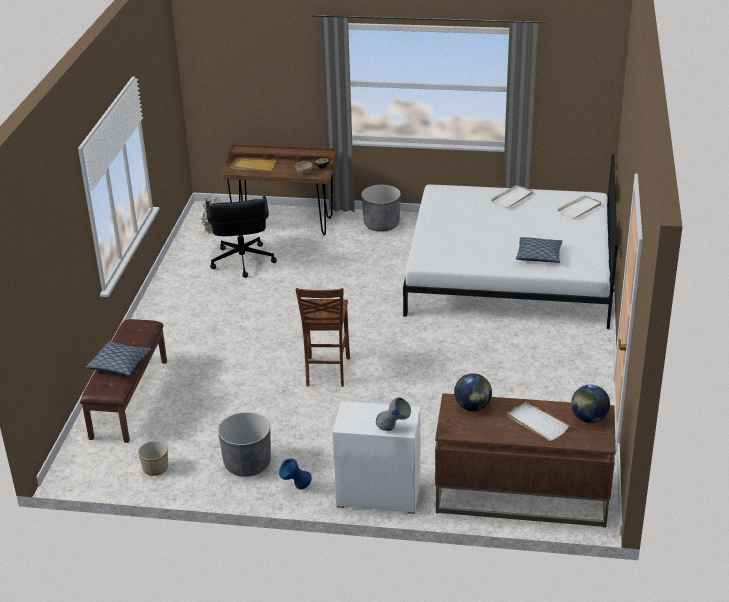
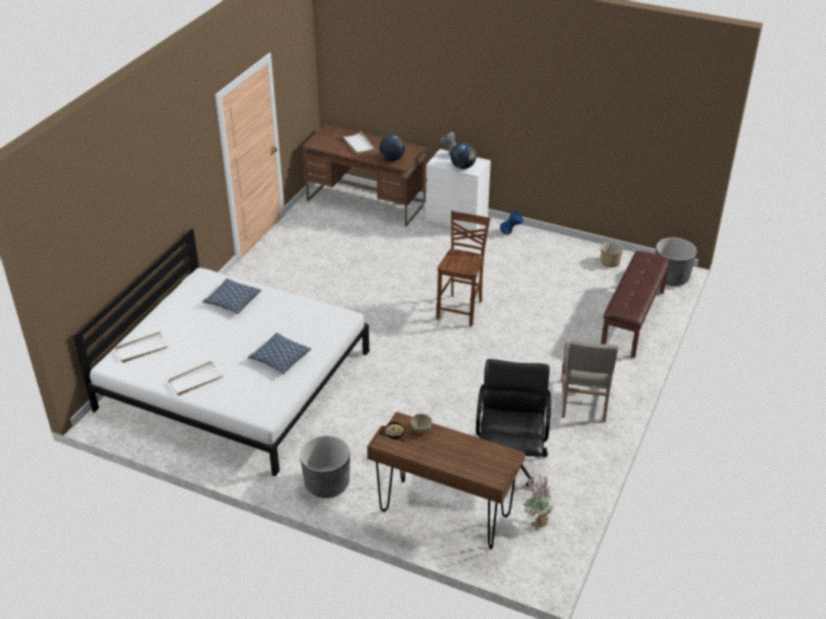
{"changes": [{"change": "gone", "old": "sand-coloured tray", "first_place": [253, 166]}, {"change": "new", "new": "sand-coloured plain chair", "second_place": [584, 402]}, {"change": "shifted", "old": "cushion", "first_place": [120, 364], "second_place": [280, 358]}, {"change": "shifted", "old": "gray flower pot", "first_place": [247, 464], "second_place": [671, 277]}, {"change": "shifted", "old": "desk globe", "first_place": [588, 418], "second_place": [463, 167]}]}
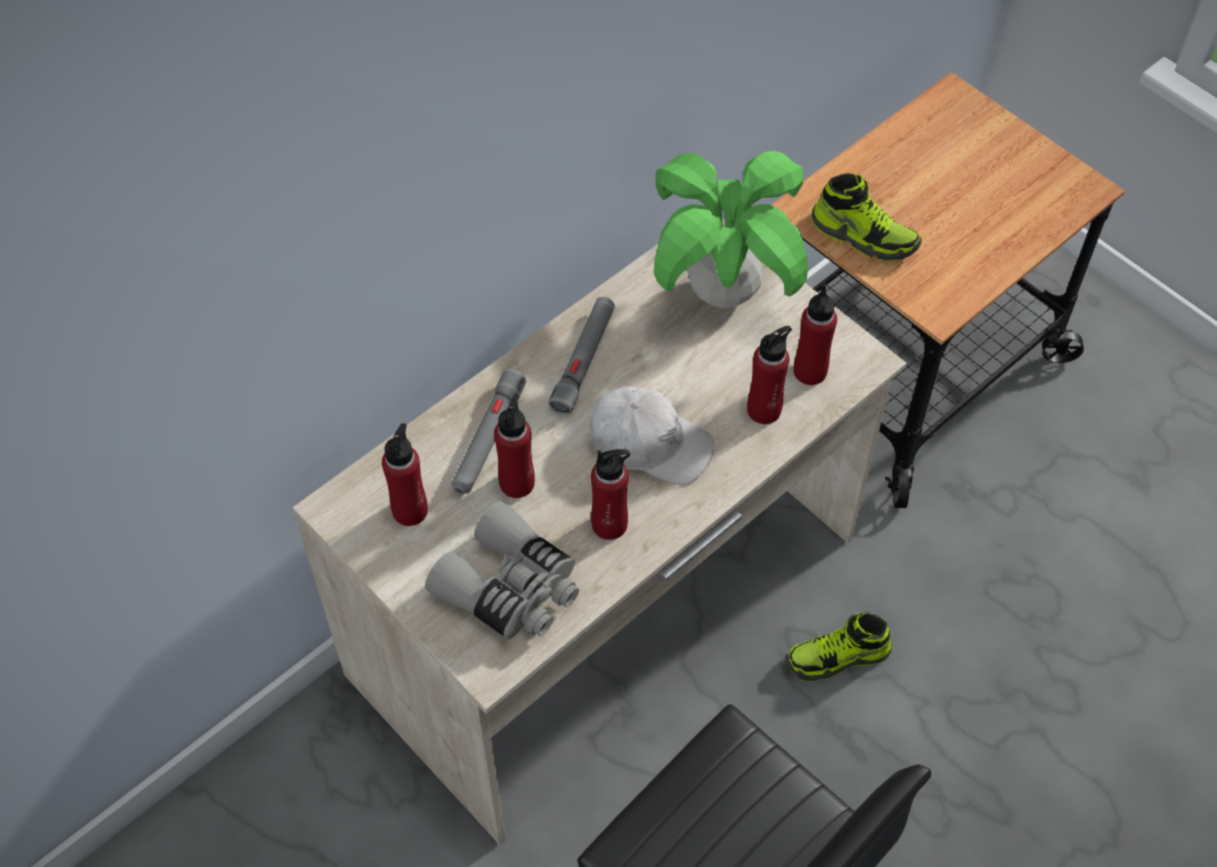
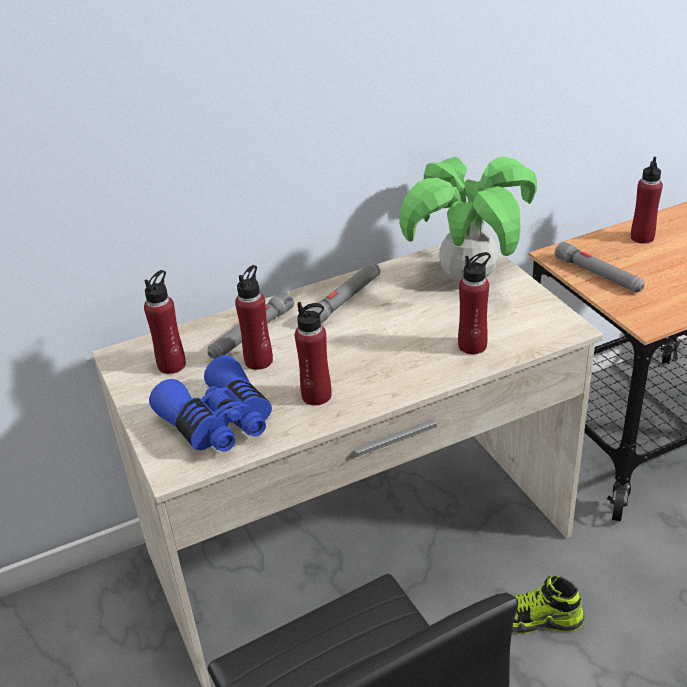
{"changes": [{"change": "gone", "old": "whitish peaked cap", "first_place": [649, 443]}, {"change": "shifted", "old": "reddish beverage bottle", "first_place": [810, 371], "second_place": [642, 237]}, {"change": "swapped", "old": "shoe", "new": "gray flashlight", "first_place": [864, 236], "second_place": [598, 275]}, {"change": "repainted", "old": "gray binoculars", "new": "blue binoculars", "first_place": [511, 588], "second_place": [219, 422]}]}
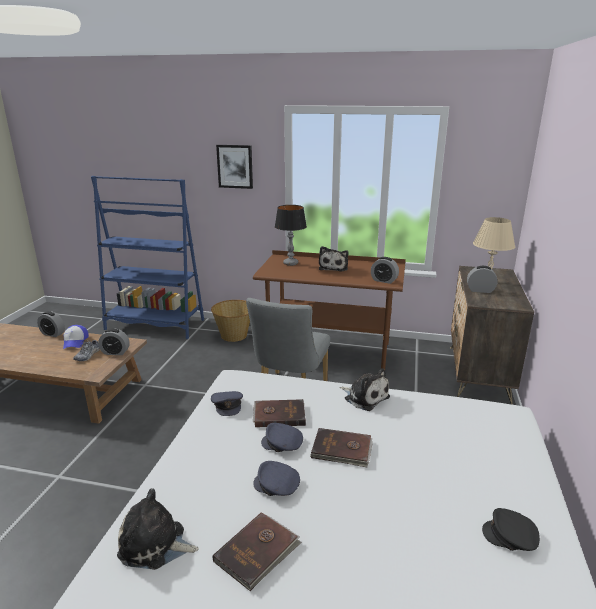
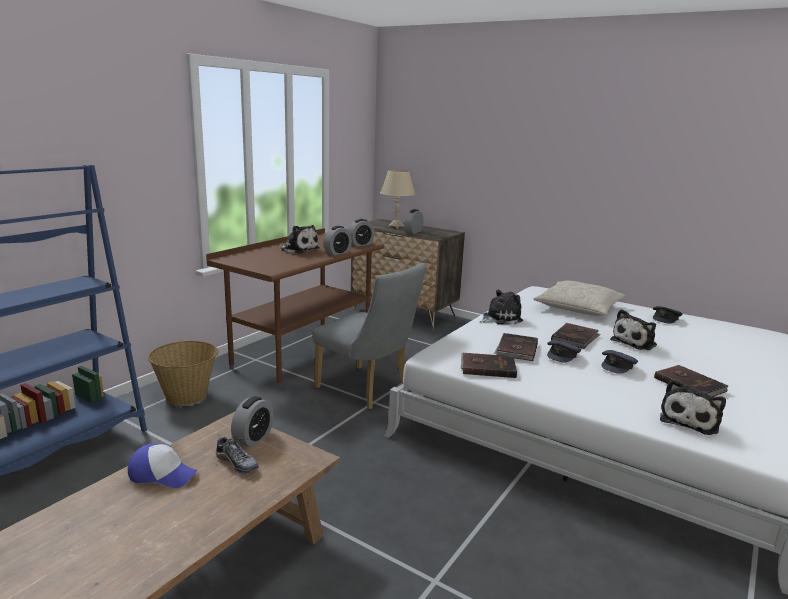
{"changes": [{"change": "gone", "old": "wall picture", "first_place": [235, 166]}, {"change": "gone", "old": "tabletop lamp", "first_place": [290, 263]}, {"change": "new", "new": "sand-coloured cushion", "second_place": [578, 308]}, {"change": "new", "new": "cuddly toy", "second_place": [635, 342]}, {"change": "shifted", "old": "table clock", "first_place": [53, 334], "second_place": [337, 253]}, {"change": "swapped", "old": "gray peaked cap", "new": "brown-coloured book", "first_place": [227, 405], "second_place": [487, 367]}]}
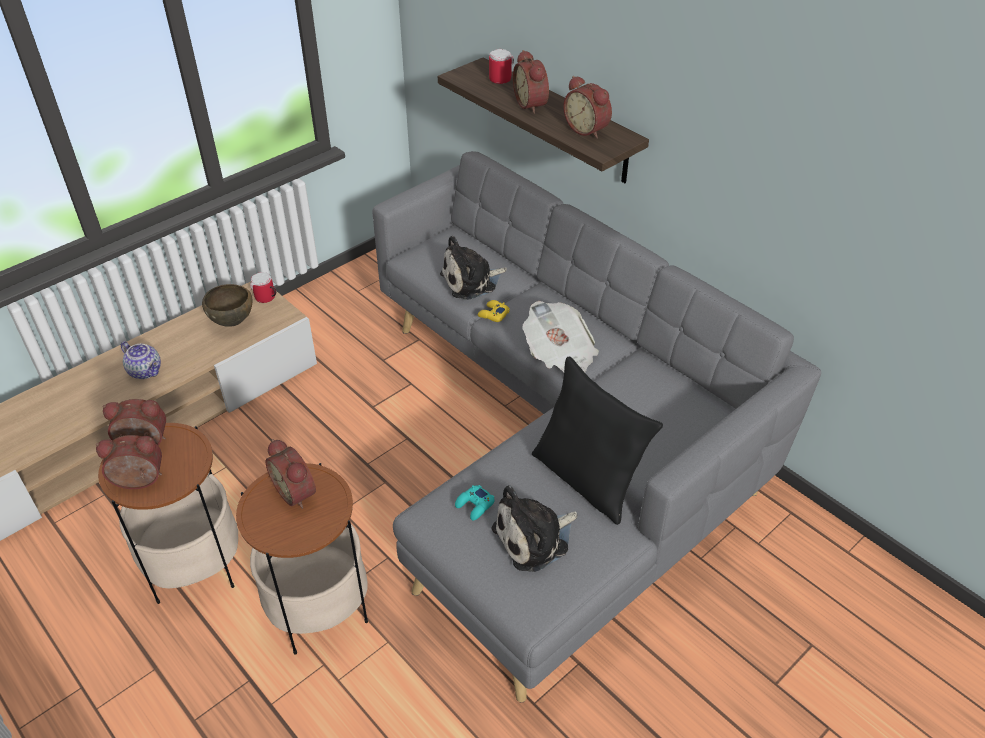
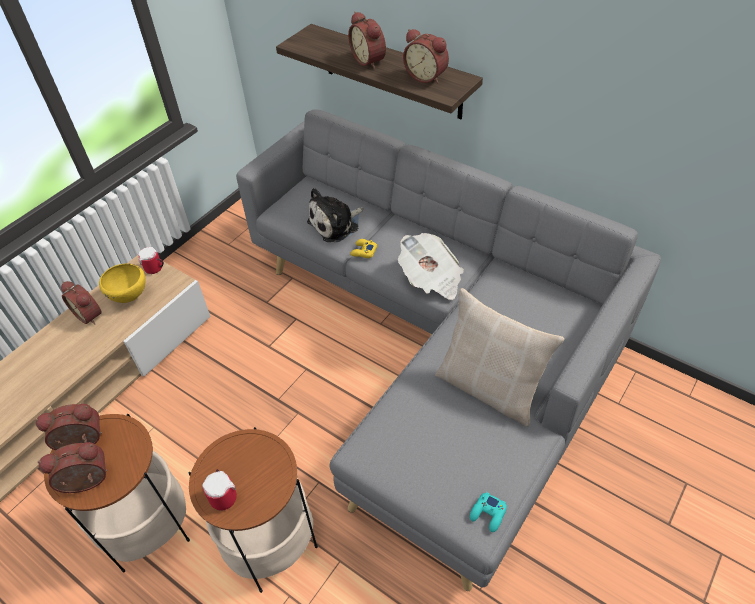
{"changes": [{"change": "gone", "old": "tea pot", "first_place": [146, 371]}, {"change": "gone", "old": "cuddly toy", "first_place": [535, 538]}, {"change": "shifted", "old": "table clock", "first_place": [297, 491], "second_place": [90, 314]}, {"change": "shifted", "old": "turquoise game controller", "first_place": [475, 505], "second_place": [488, 514]}, {"change": "shifted", "old": "coffee mug", "first_place": [501, 77], "second_place": [224, 494]}, {"change": "repainted", "old": "brown-coloured bowl", "new": "yellow bowl", "first_place": [233, 322], "second_place": [130, 297]}, {"change": "repainted", "old": "blackish cushion", "new": "sand-coloured cushion", "first_place": [587, 478], "second_place": [489, 388]}]}
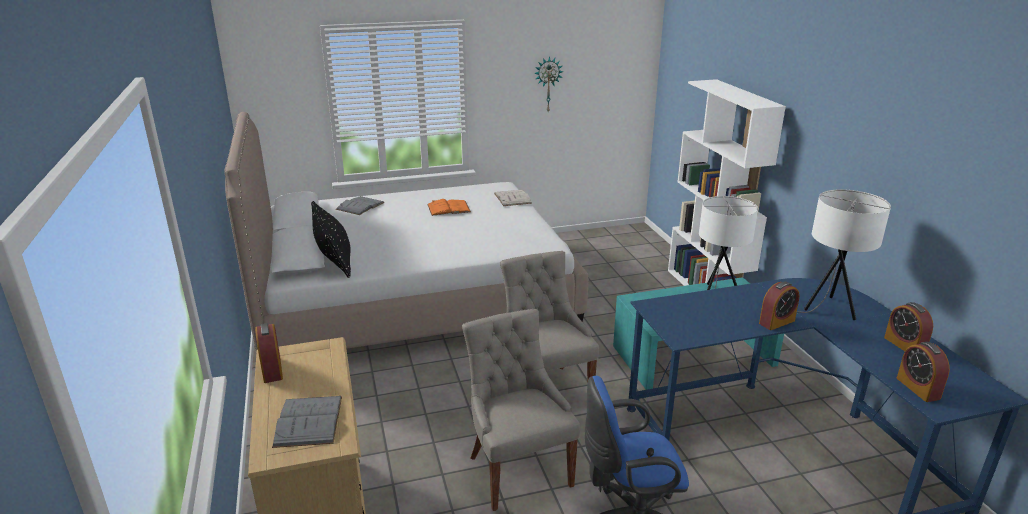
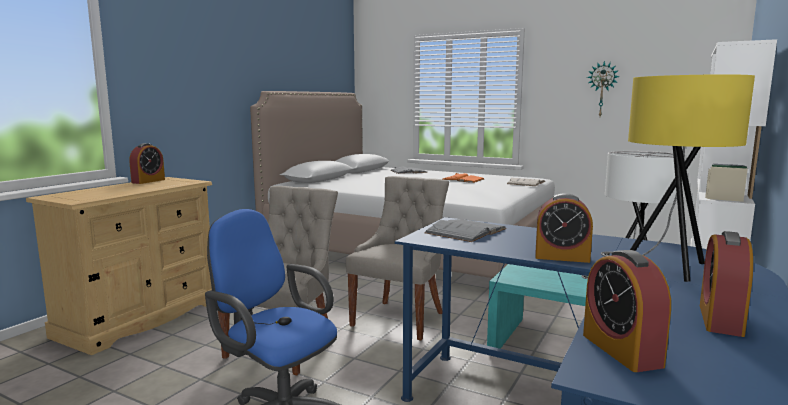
{"changes": [{"change": "gone", "old": "blackish cushion", "first_place": [334, 259]}, {"change": "shifted", "old": "gray book", "first_place": [308, 421], "second_place": [466, 231]}, {"change": "repainted", "old": "whitish tabletop lamp", "new": "yellow tabletop lamp", "first_place": [826, 309], "second_place": [665, 268]}, {"change": "rotated", "old": "table clock", "first_place": [918, 388], "second_place": [621, 350], "degrees": -45}]}
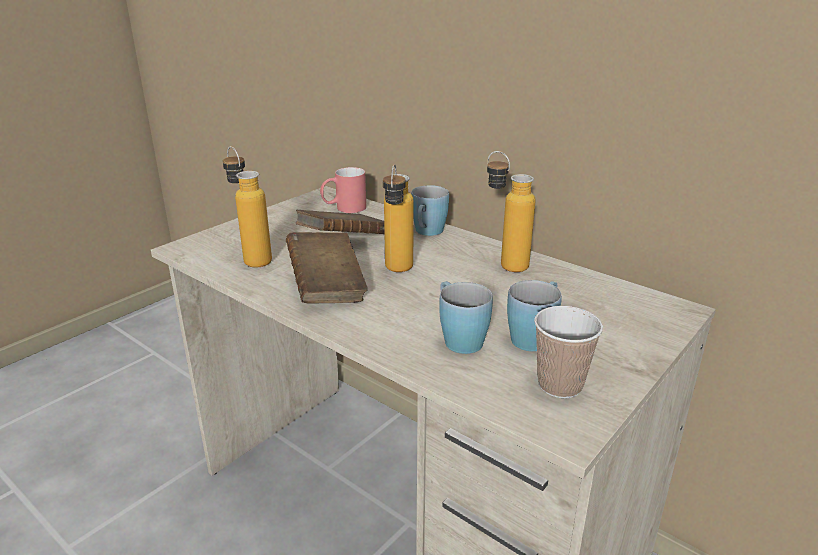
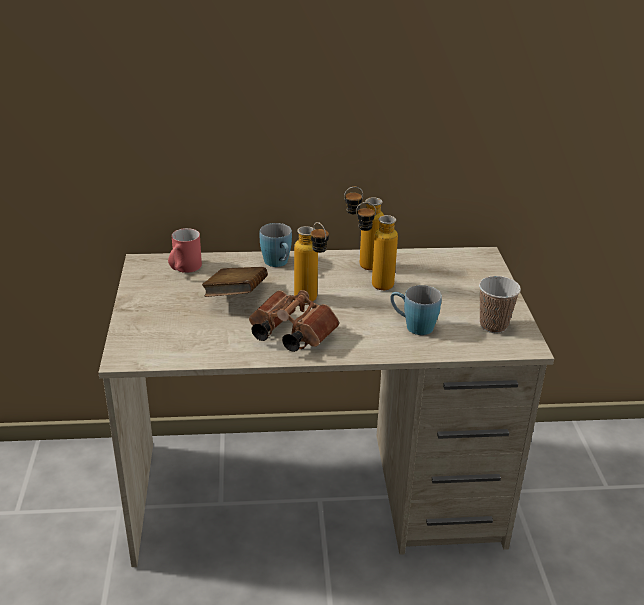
{"changes": [{"change": "gone", "old": "blue coffee mug", "first_place": [534, 336]}, {"change": "shifted", "old": "beverage bottle", "first_place": [252, 258], "second_place": [373, 285]}, {"change": "swapped", "old": "brown-coloured book", "new": "brown-coloured binoculars", "first_place": [327, 288], "second_place": [289, 334]}]}
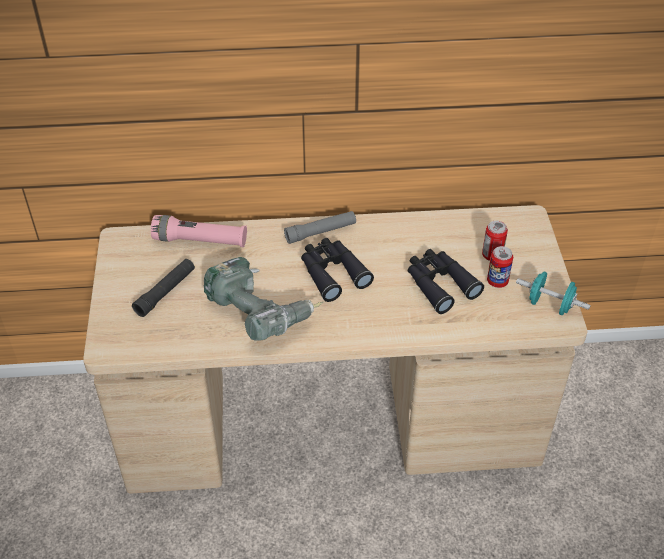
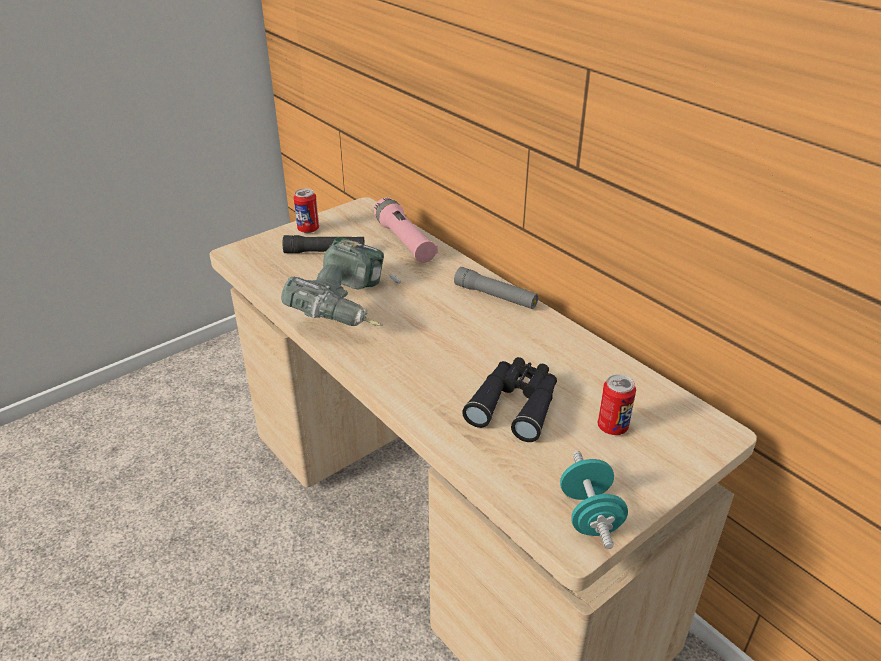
{"changes": [{"change": "gone", "old": "blackish binoculars", "first_place": [332, 273]}, {"change": "shifted", "old": "metal can", "first_place": [497, 281], "second_place": [308, 229]}]}
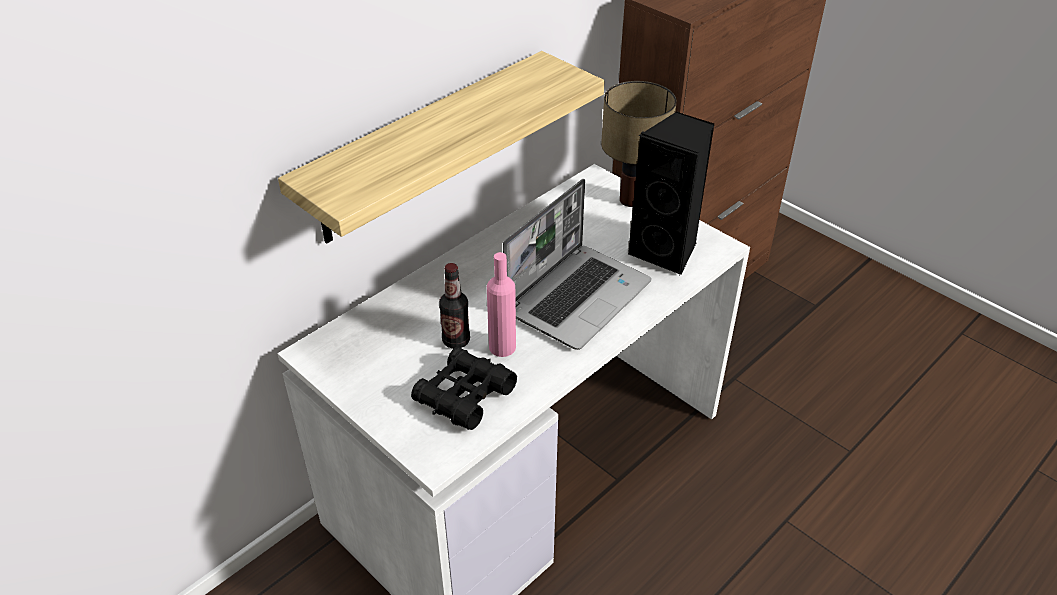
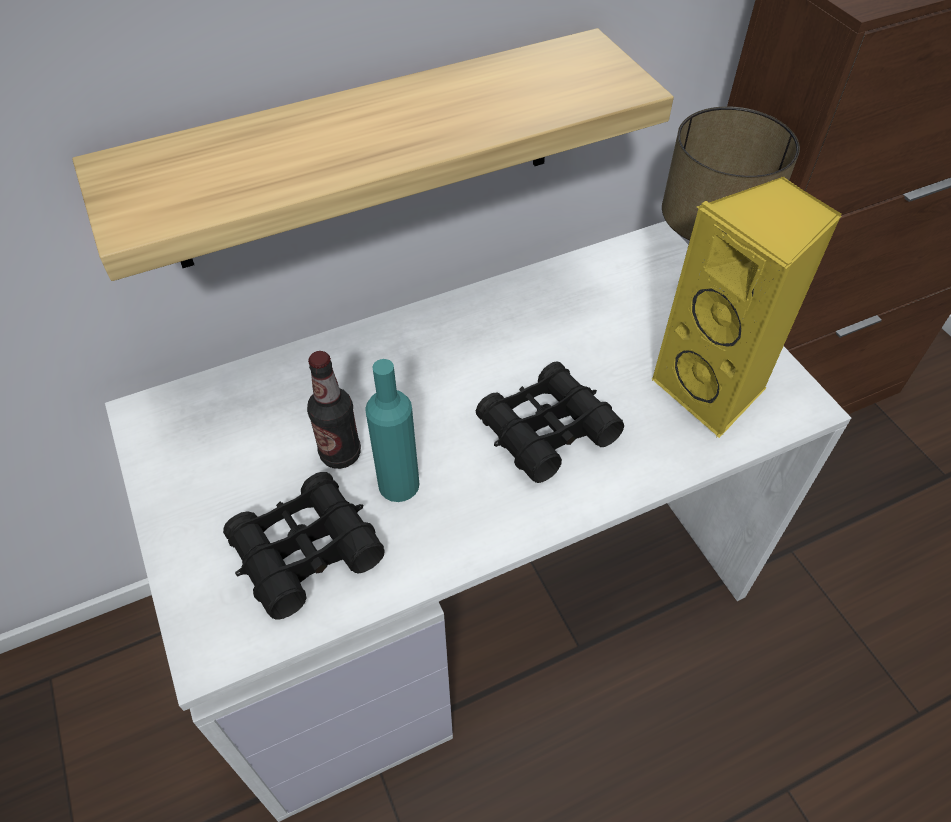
{"changes": [{"change": "swapped", "old": "portable computer", "new": "blackish binoculars", "first_place": [578, 296], "second_place": [546, 430]}, {"change": "repainted", "old": "pink-coloured beverage bottle", "new": "turquoise beverage bottle", "first_place": [502, 347], "second_place": [398, 484]}, {"change": "repainted", "old": "blackish audio speaker", "new": "yellow audio speaker", "first_place": [666, 251], "second_place": [713, 390]}]}
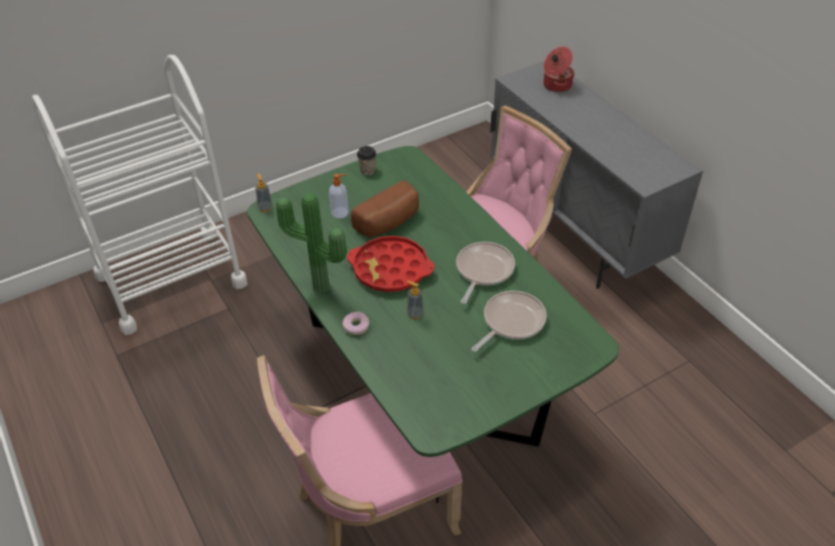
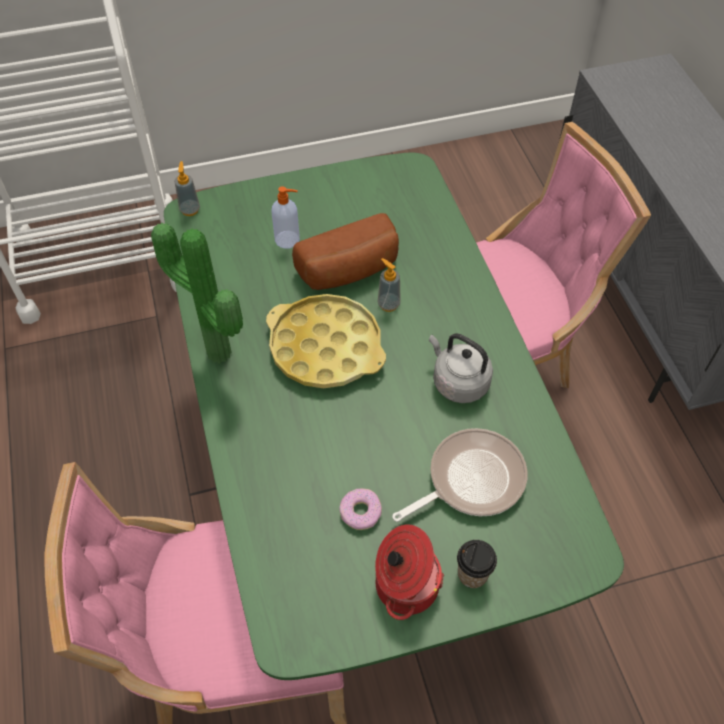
{"changes": [{"change": "shifted", "old": "ring doughnut", "first_place": [356, 326], "second_place": [360, 512]}, {"change": "shifted", "old": "drinking cup", "first_place": [367, 170], "second_place": [472, 574]}, {"change": "shifted", "old": "soap dispenser", "first_place": [415, 314], "second_place": [388, 304]}, {"change": "shifted", "old": "cooking pot", "first_place": [556, 85], "second_place": [404, 584]}, {"change": "swapped", "old": "pan", "new": "gray kettle", "first_place": [483, 271], "second_place": [458, 382]}, {"change": "repainted", "old": "reddish tray", "new": "yellow tray", "first_place": [390, 269], "second_place": [325, 347]}]}
